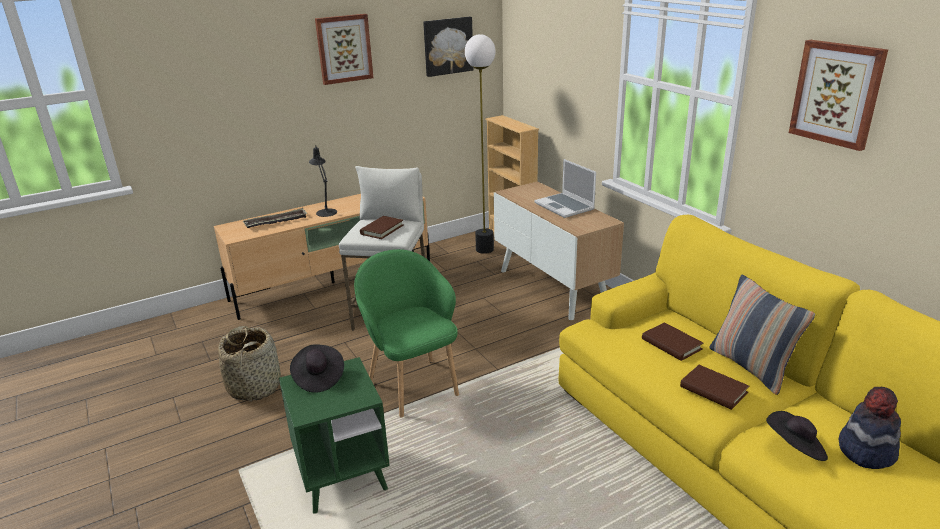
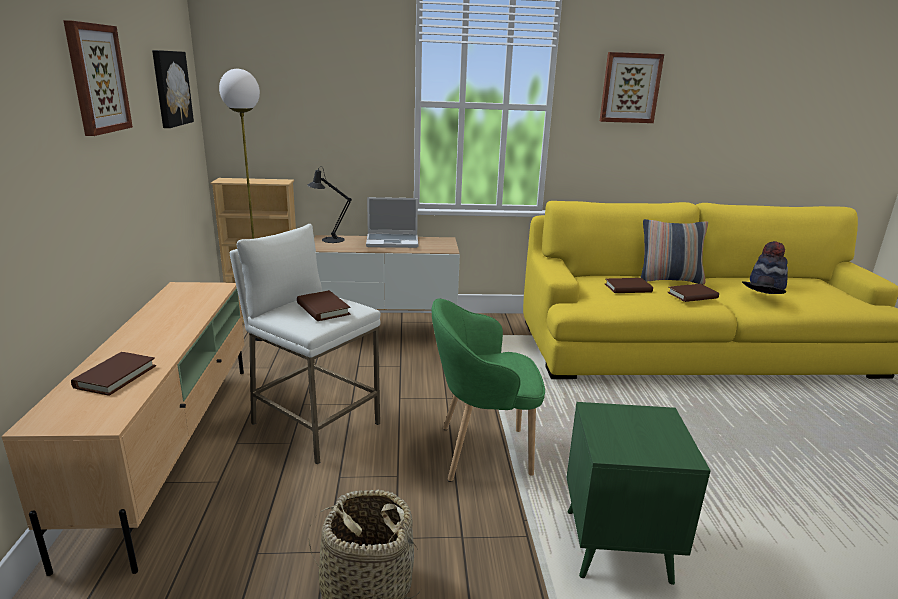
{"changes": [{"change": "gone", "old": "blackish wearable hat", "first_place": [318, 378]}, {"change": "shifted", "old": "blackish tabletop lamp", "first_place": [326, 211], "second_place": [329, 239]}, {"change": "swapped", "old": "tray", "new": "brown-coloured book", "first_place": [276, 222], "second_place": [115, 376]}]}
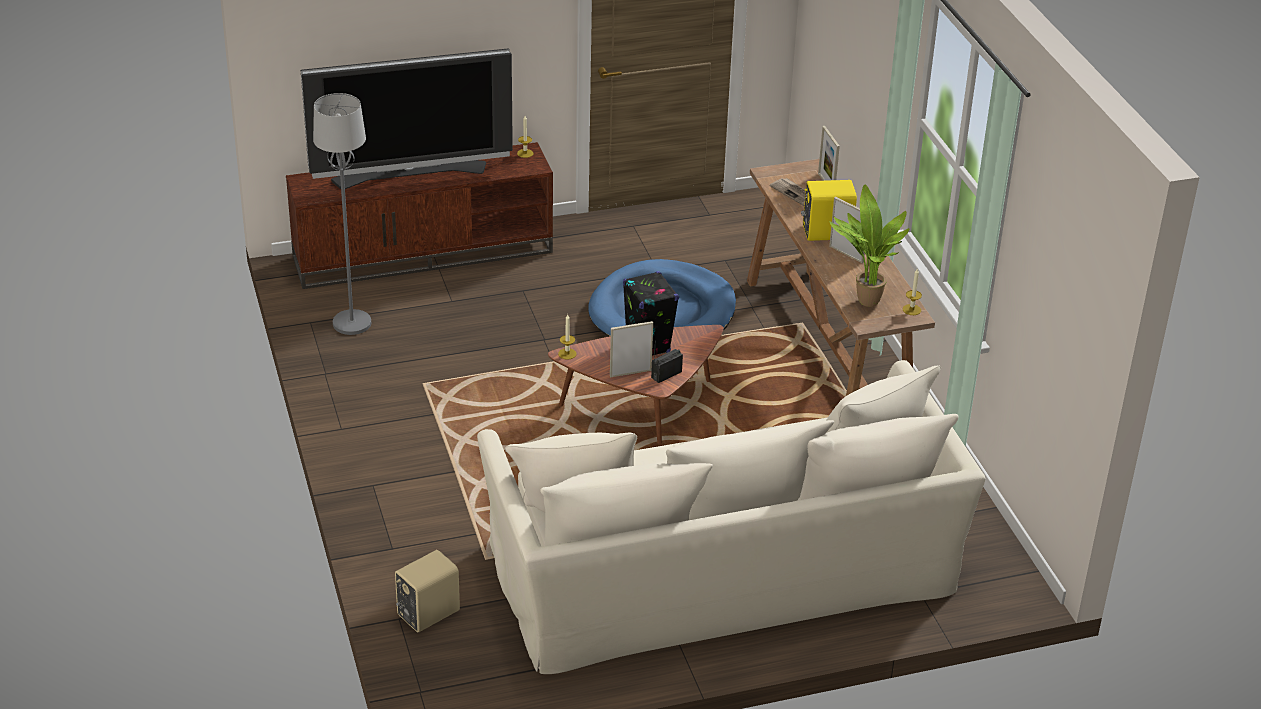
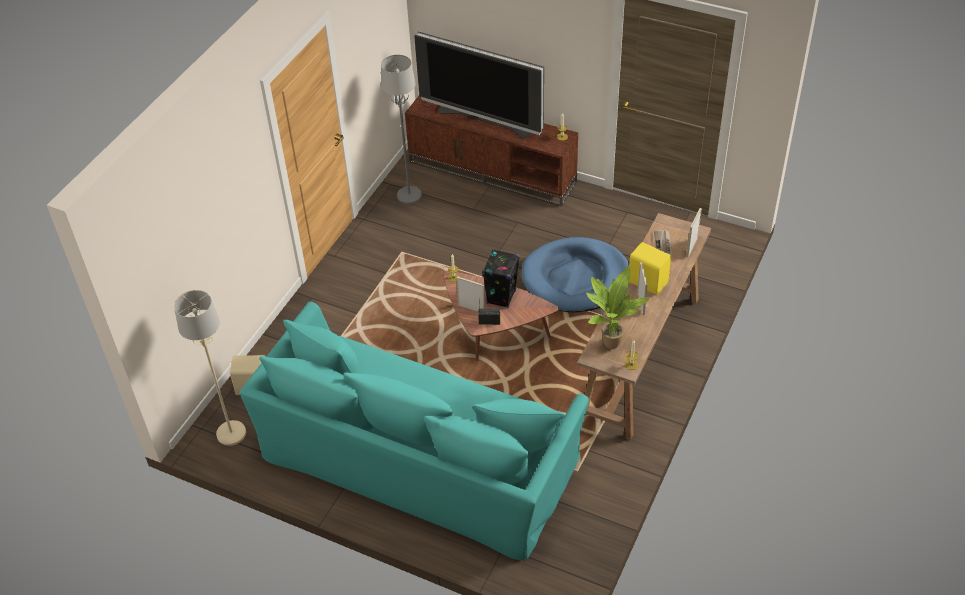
{"changes": [{"change": "new", "new": "sand-coloured floor lamp", "second_place": [231, 434]}, {"change": "repainted", "old": "sand-coloured sofa", "new": "turquoise sofa", "first_place": [720, 565], "second_place": [419, 455]}]}
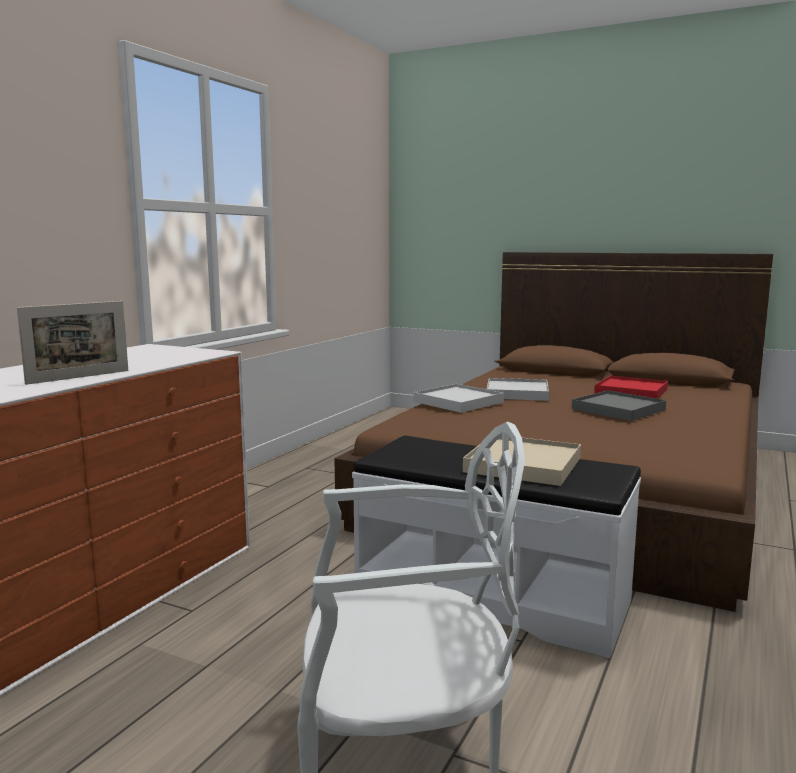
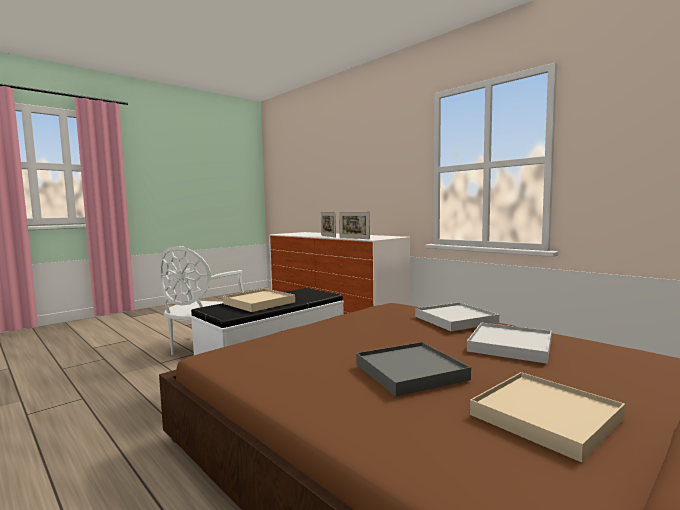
{"changes": [{"change": "new", "new": "picture frame", "second_place": [354, 238]}, {"change": "repainted", "old": "reddish tray", "new": "sand-coloured tray", "first_place": [631, 391], "second_place": [546, 417]}]}
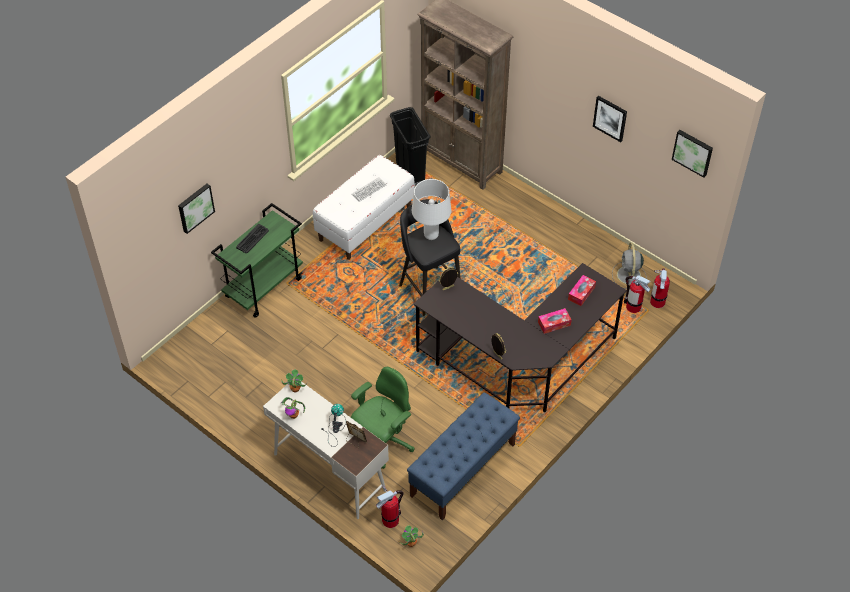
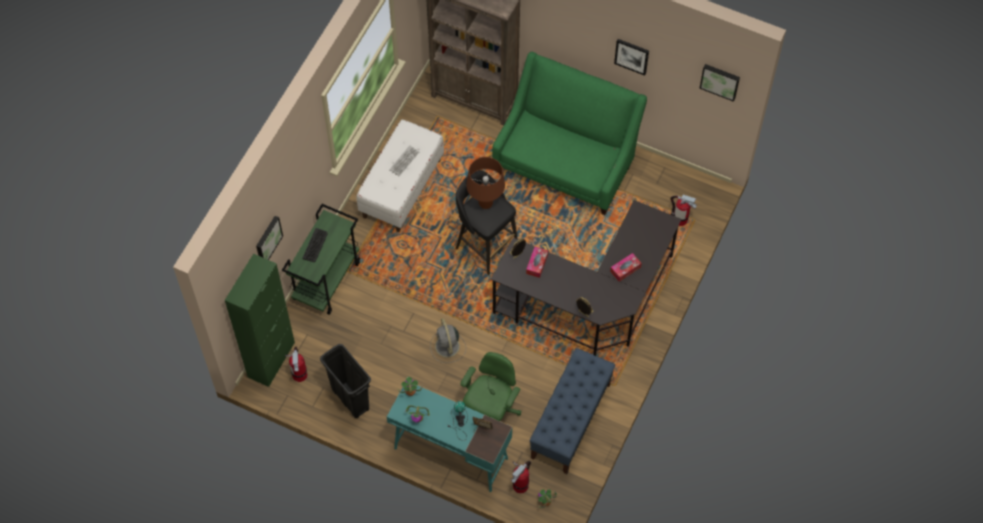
{"changes": [{"change": "new", "new": "green cabinet", "second_place": [271, 360]}, {"change": "new", "new": "green sofa", "second_place": [566, 163]}, {"change": "shifted", "old": "blackish rubbish bin", "first_place": [410, 173], "second_place": [351, 399]}, {"change": "shifted", "old": "tissue box", "first_place": [581, 293], "second_place": [537, 264]}, {"change": "shifted", "old": "gray electric fan", "first_place": [629, 276], "second_place": [447, 347]}, {"change": "shifted", "old": "fire-fighting cylinder", "first_place": [657, 302], "second_place": [299, 374]}, {"change": "repainted", "old": "whitish desk table", "new": "turquoise desk table", "first_place": [329, 472], "second_place": [450, 453]}, {"change": "repainted", "old": "whitish tabletop lamp", "new": "brown-coloured tabletop lamp", "first_place": [431, 235], "second_place": [485, 204]}]}
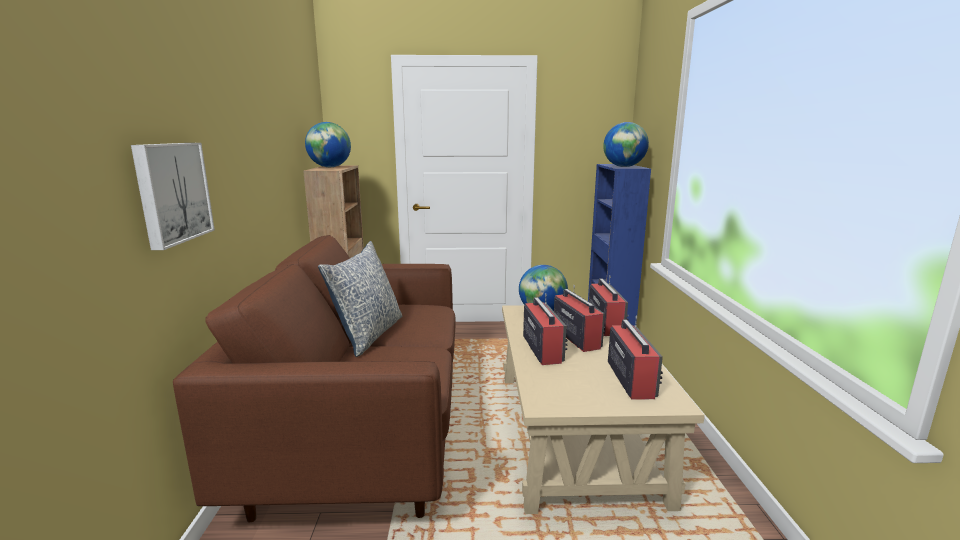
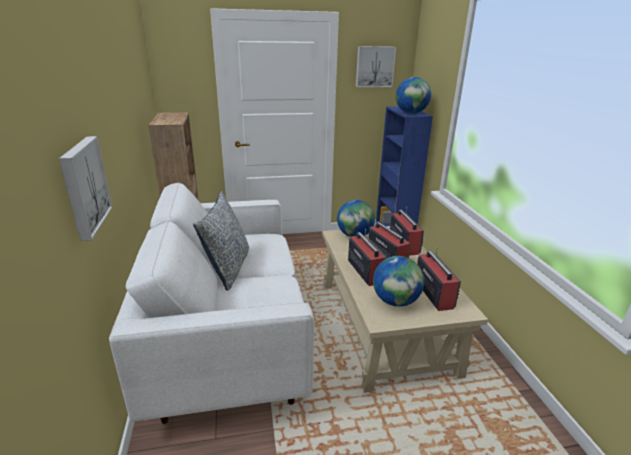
{"changes": [{"change": "new", "new": "wall picture", "second_place": [374, 66]}, {"change": "shifted", "old": "desk globe", "first_place": [330, 167], "second_place": [395, 301]}, {"change": "repainted", "old": "brown-coloured sofa", "new": "whitish sofa", "first_place": [364, 431], "second_place": [228, 339]}]}
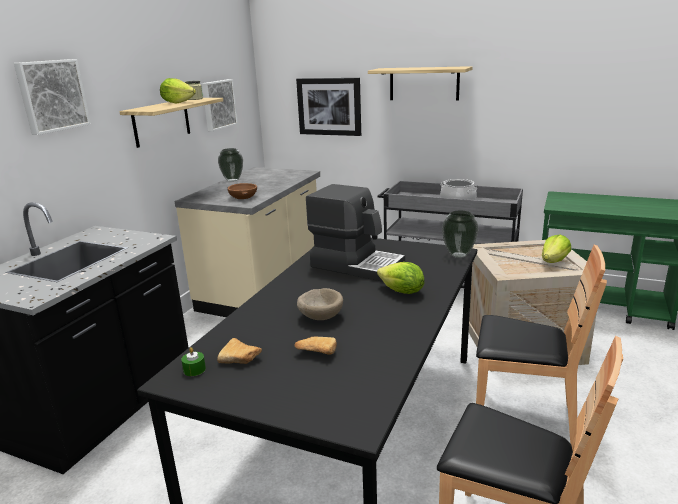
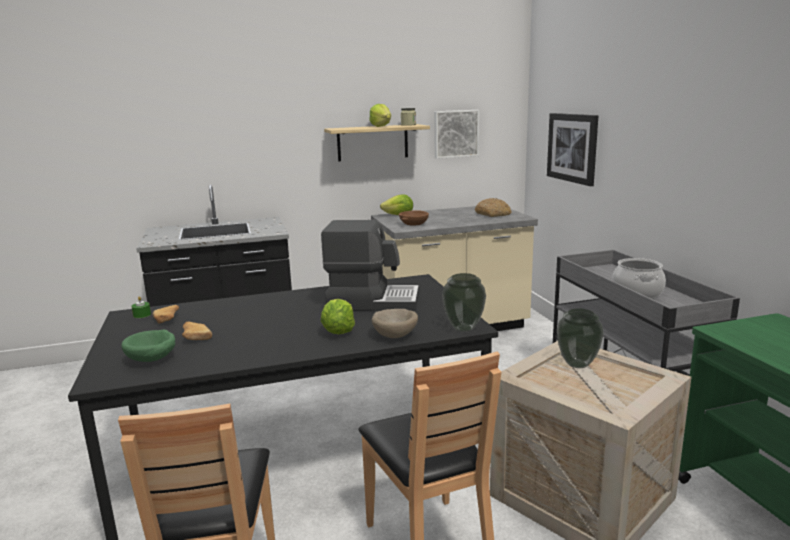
{"changes": [{"change": "gone", "old": "wall picture", "first_place": [52, 95]}, {"change": "gone", "old": "wall shelf", "first_place": [424, 83]}, {"change": "new", "new": "green bowl", "second_place": [152, 360]}, {"change": "new", "new": "bread", "second_place": [493, 214]}, {"change": "shifted", "old": "decorative vase", "first_place": [233, 180], "second_place": [578, 365]}, {"change": "shifted", "old": "sand-coloured bowl", "first_place": [321, 316], "second_place": [396, 335]}, {"change": "shifted", "old": "head of lettuce", "first_place": [554, 261], "second_place": [399, 215]}, {"change": "rotated", "old": "coffee machine", "first_place": [357, 264], "second_place": [373, 301], "degrees": -75}]}
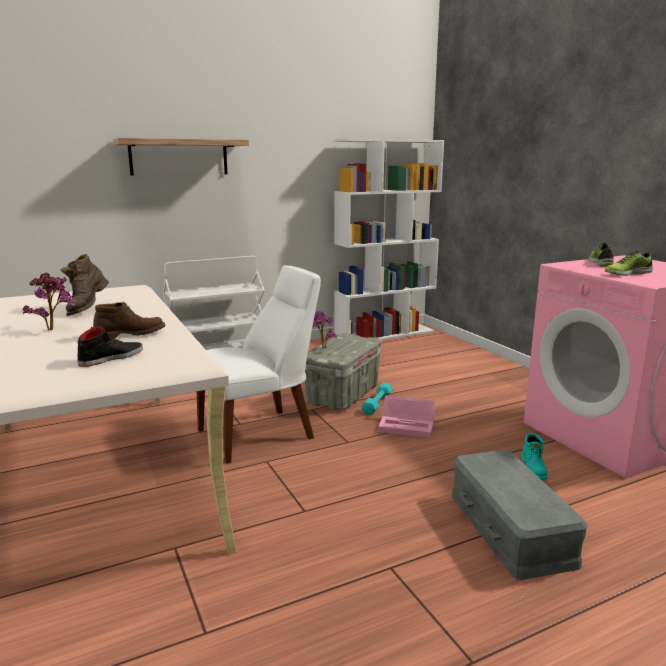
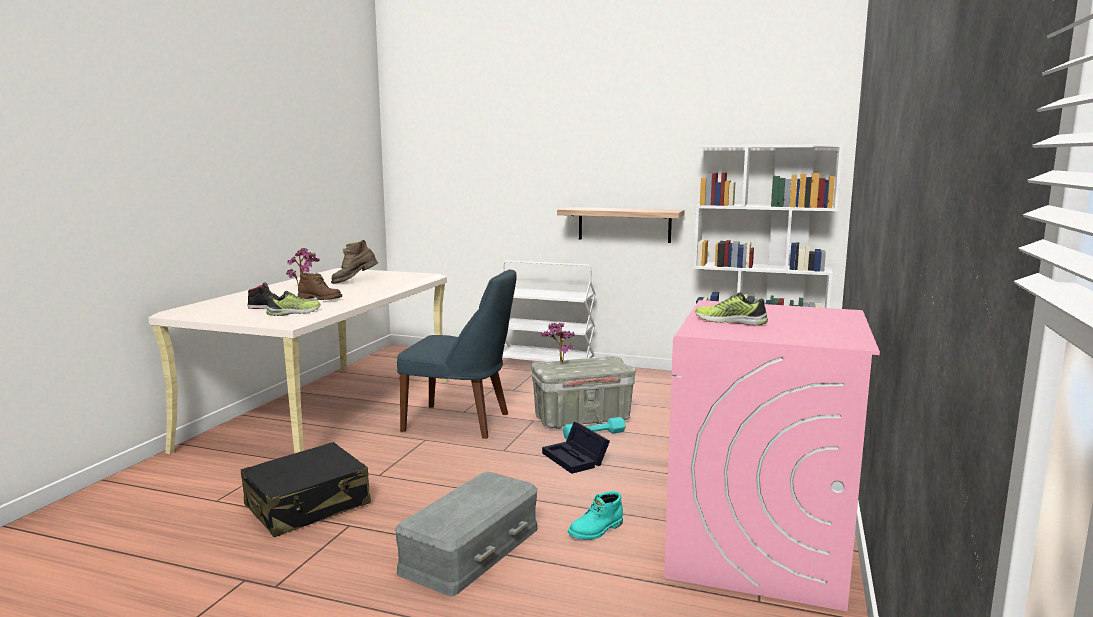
{"changes": [{"change": "new", "new": "blackish piece of luggage", "second_place": [308, 505]}, {"change": "shifted", "old": "wall shelf", "first_place": [179, 157], "second_place": [624, 224]}, {"change": "shifted", "old": "shoe", "first_place": [601, 263], "second_place": [294, 313]}, {"change": "repainted", "old": "whitish plain chair", "new": "blue plain chair", "first_place": [261, 433], "second_place": [461, 422]}, {"change": "repainted", "old": "pink-coloured storage container", "new": "blackish storage container", "first_place": [408, 426], "second_place": [576, 459]}]}
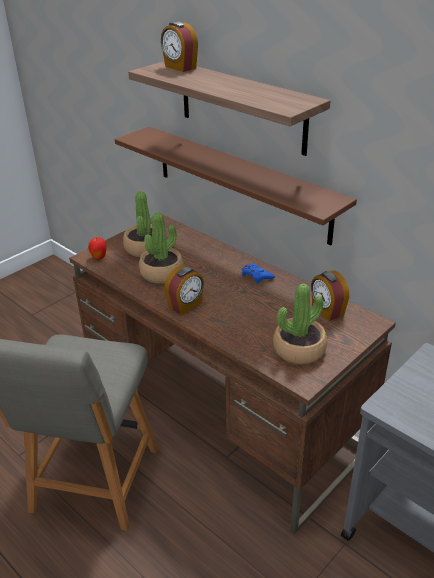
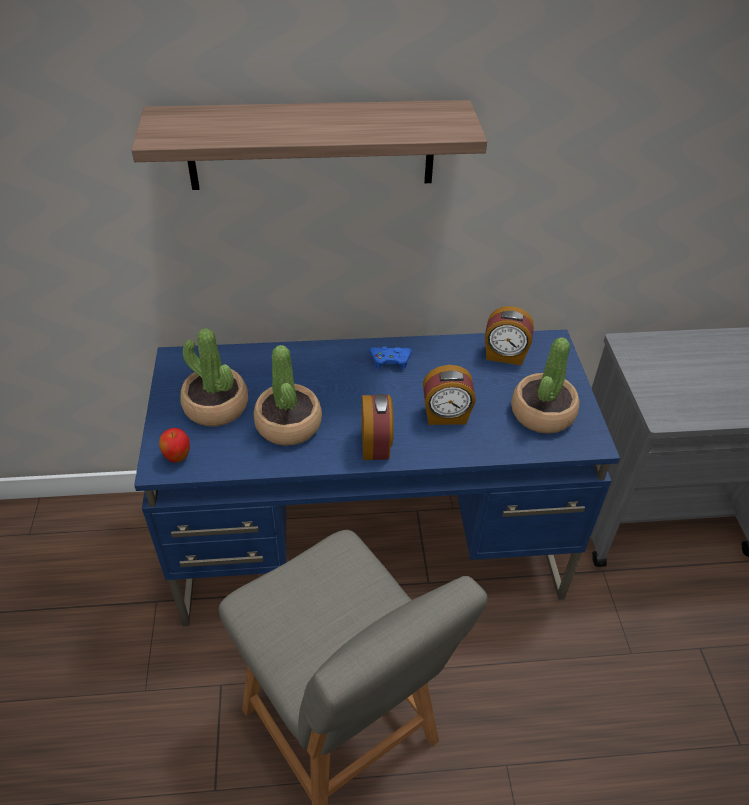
{"changes": [{"change": "gone", "old": "brown-coloured wall shelf", "first_place": [240, 183]}, {"change": "shifted", "old": "table clock", "first_place": [180, 67], "second_place": [446, 416]}, {"change": "repainted", "old": "brown-coloured desk table", "new": "blue desk table", "first_place": [222, 415], "second_place": [372, 545]}]}
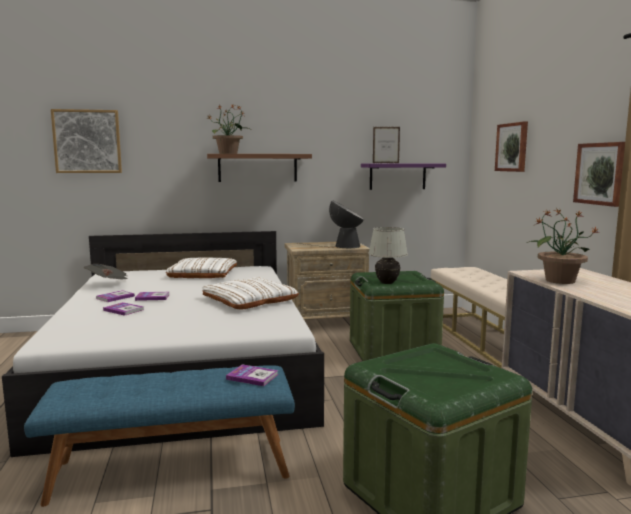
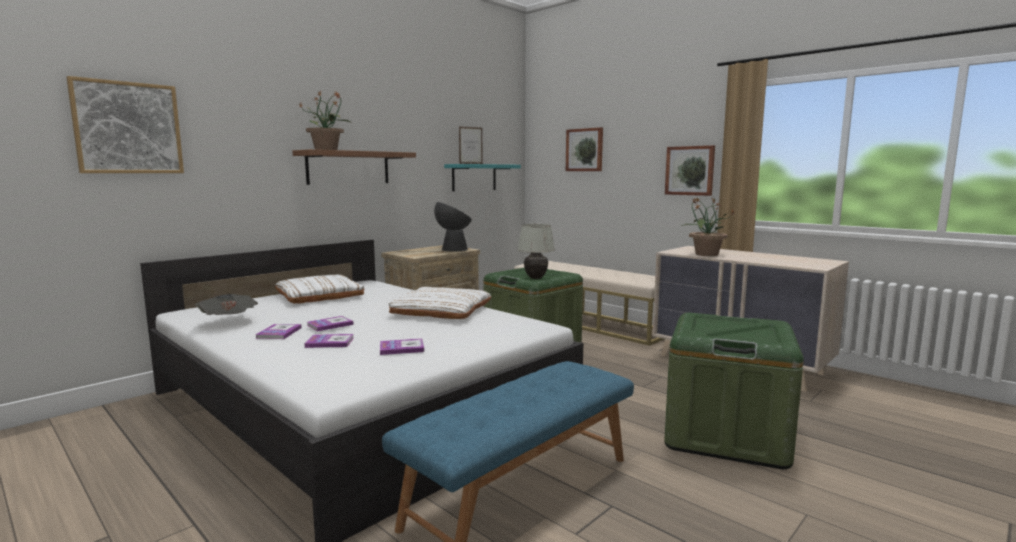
{"changes": [{"change": "shifted", "old": "book", "first_place": [252, 376], "second_place": [401, 348]}, {"change": "repainted", "old": "purplish wall shelf", "new": "turquoise wall shelf", "first_place": [397, 176], "second_place": [474, 177]}]}
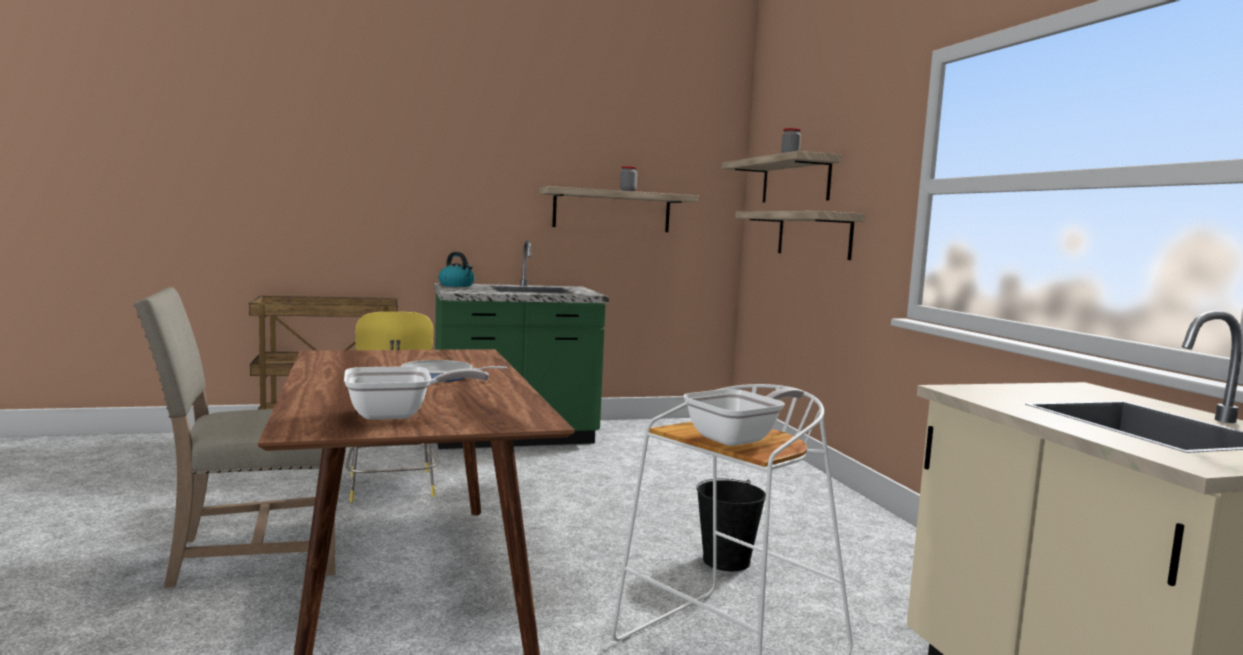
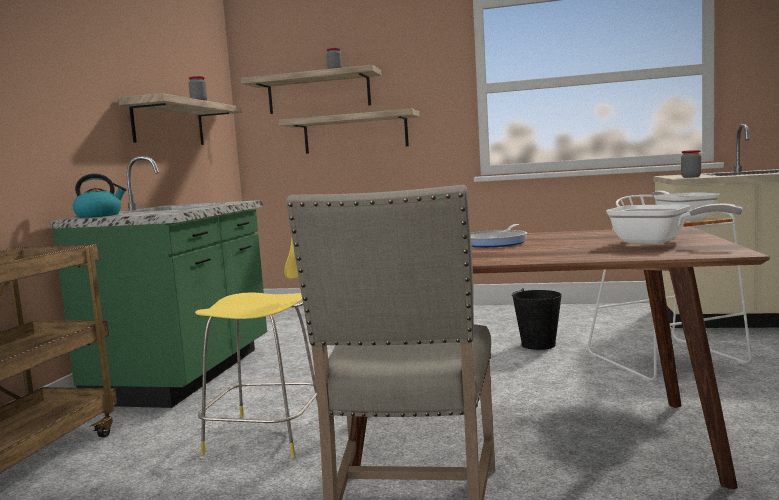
{"changes": [{"change": "new", "new": "preserve jar", "second_place": [691, 177]}, {"change": "rotated", "old": "pan", "first_place": [399, 415], "second_place": [657, 242], "degrees": 120}]}
